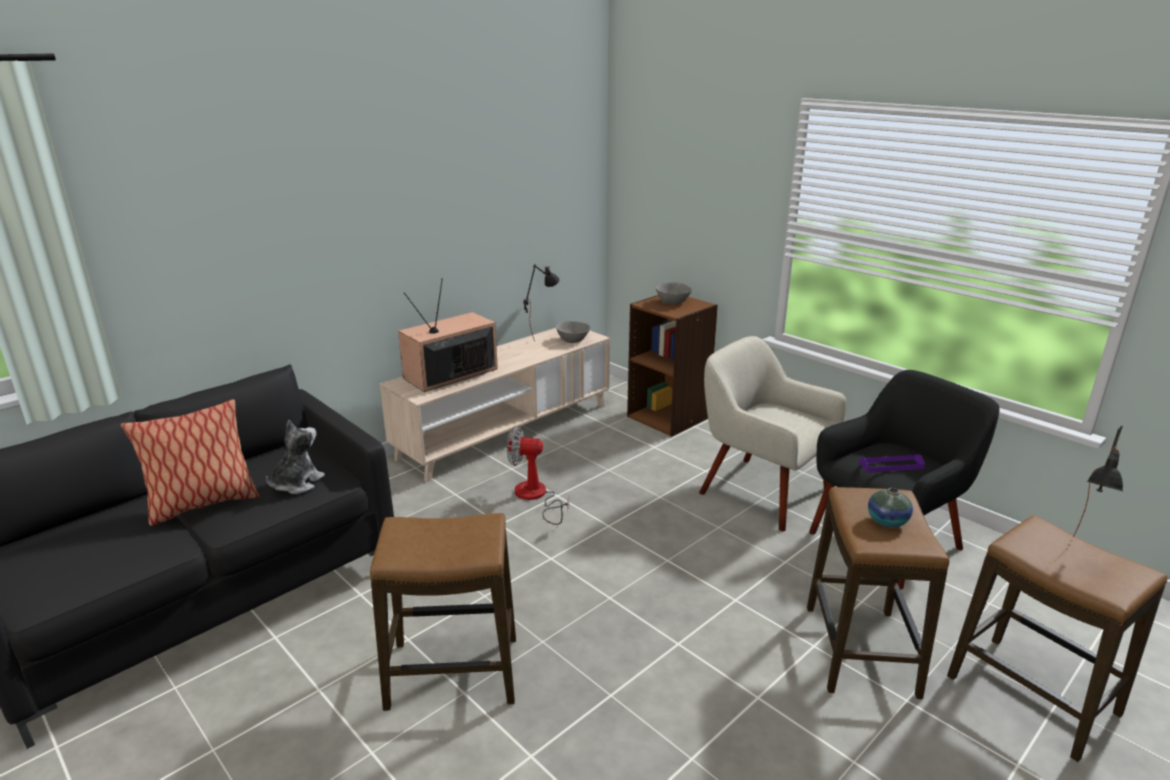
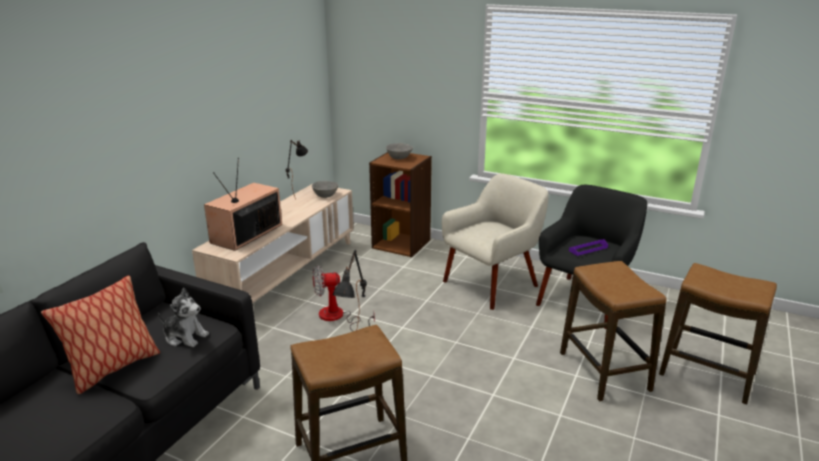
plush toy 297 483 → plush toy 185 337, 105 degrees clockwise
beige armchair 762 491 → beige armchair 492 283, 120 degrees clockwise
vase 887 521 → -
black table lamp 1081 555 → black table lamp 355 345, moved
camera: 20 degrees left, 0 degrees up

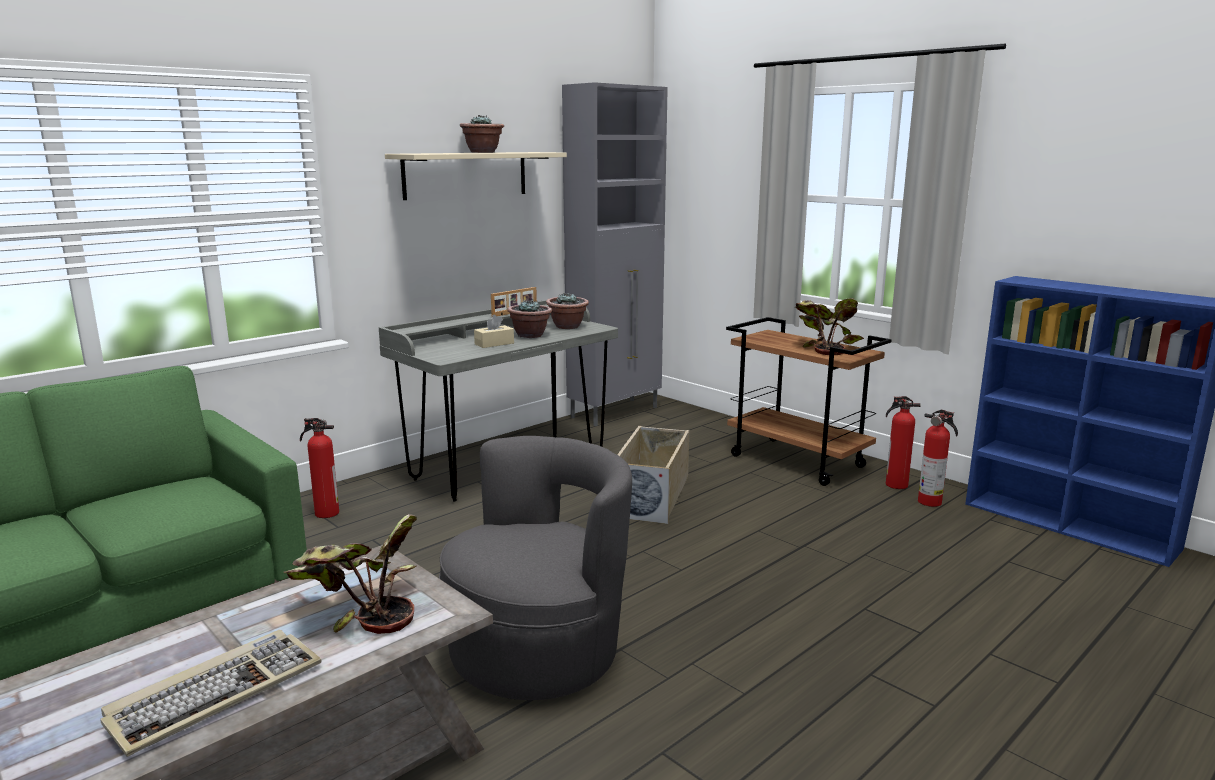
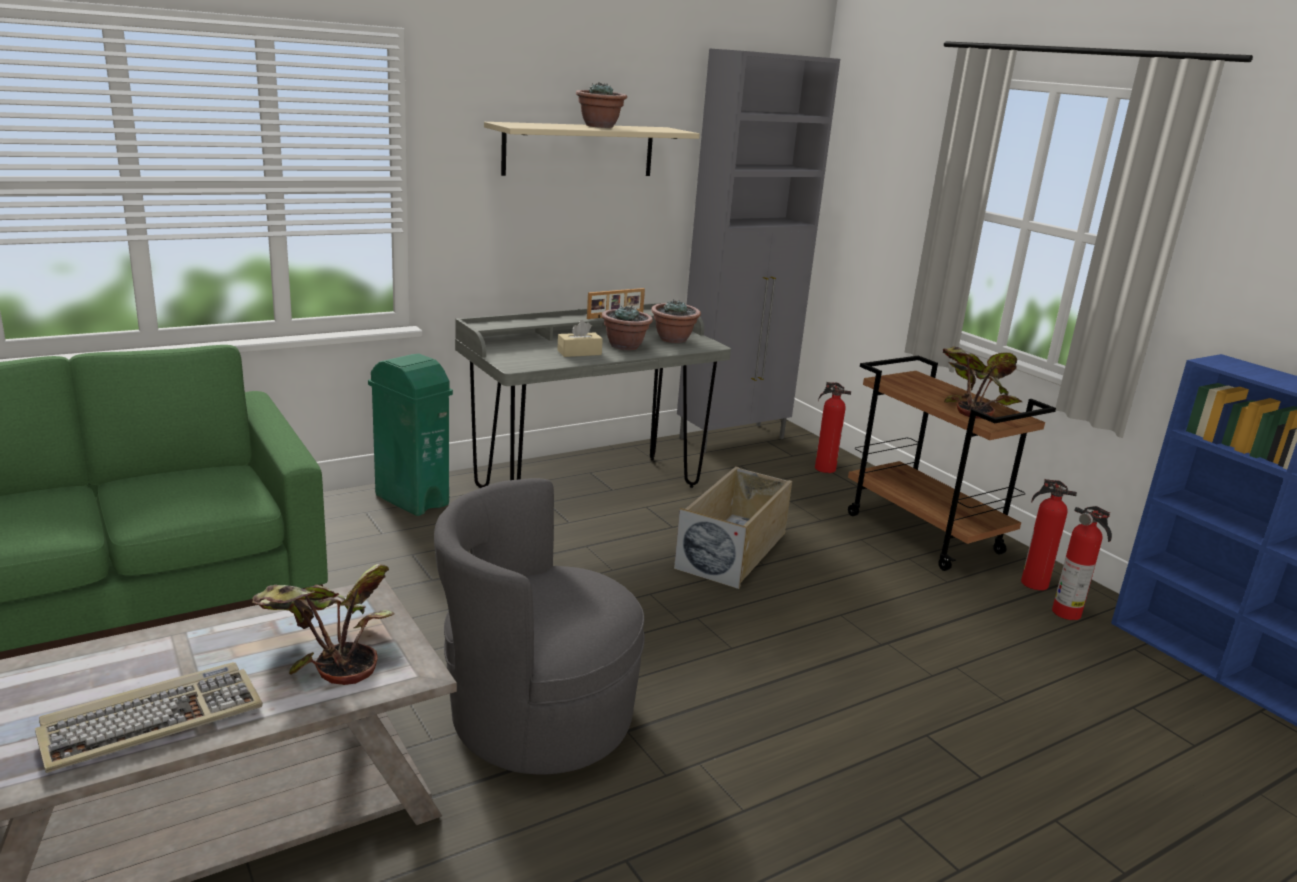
fire extinguisher 325 513 → fire extinguisher 823 468, moved
grey armchair 537 652 → grey armchair 537 717, 150 degrees counterclockwise
- → green trash can 411 500
camera: 10 degrees right, 5 degrees up

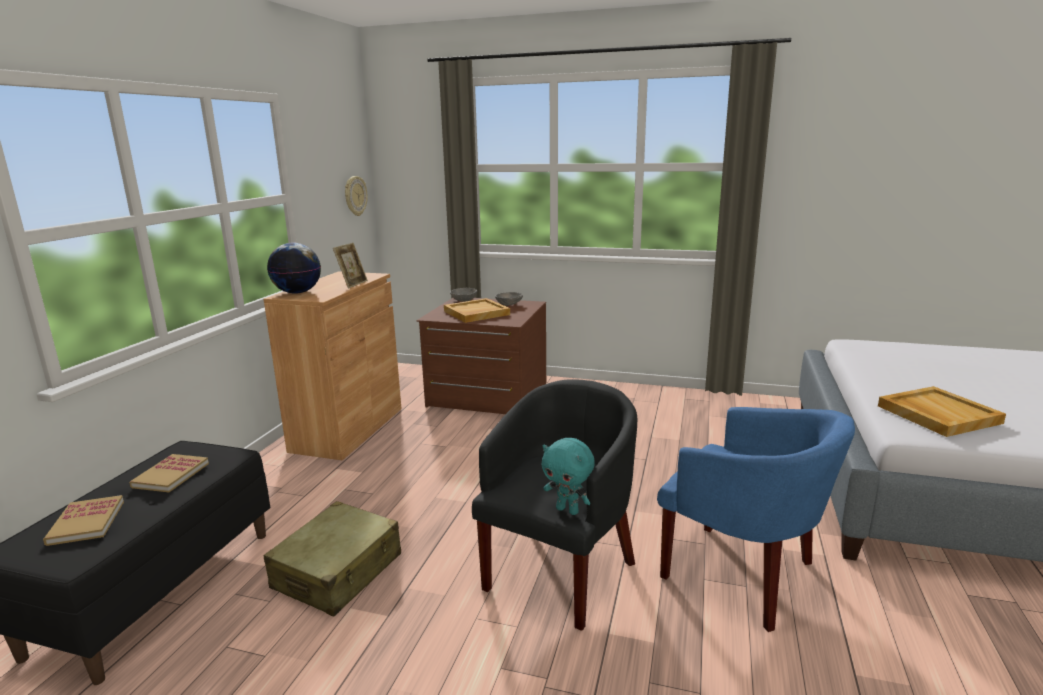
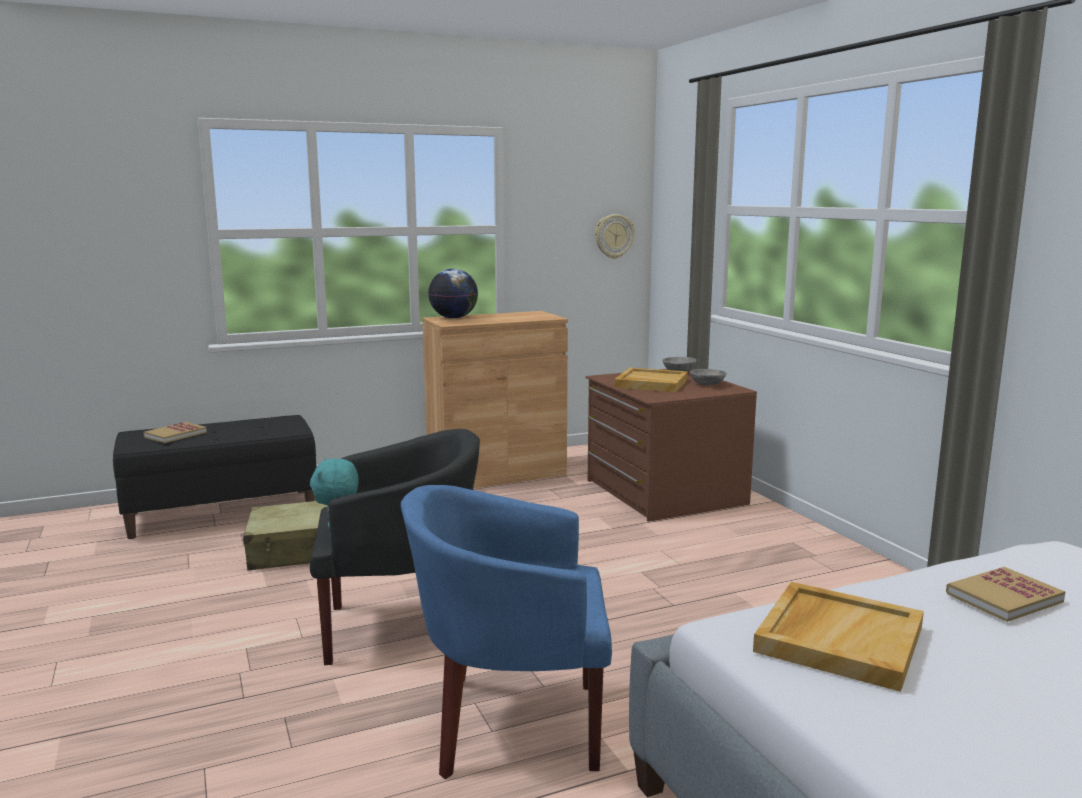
book 171 475 → book 1004 597, moved
picture frame 352 284 → -
blue armchair 743 575 → blue armchair 511 724, 90 degrees clockwise
camera: 50 degrees right, 5 degrees down

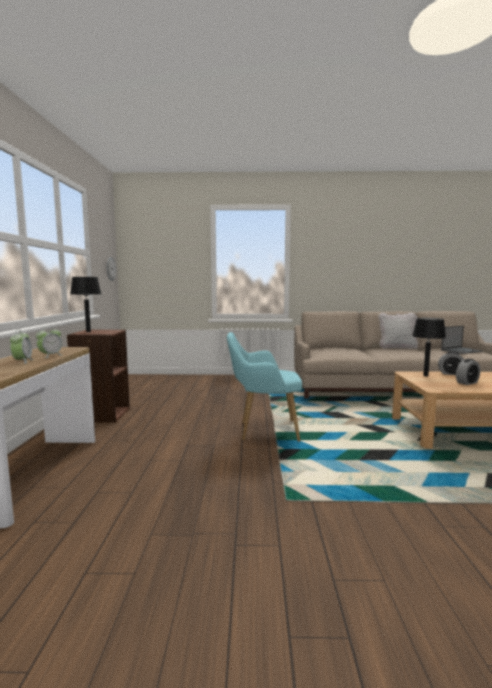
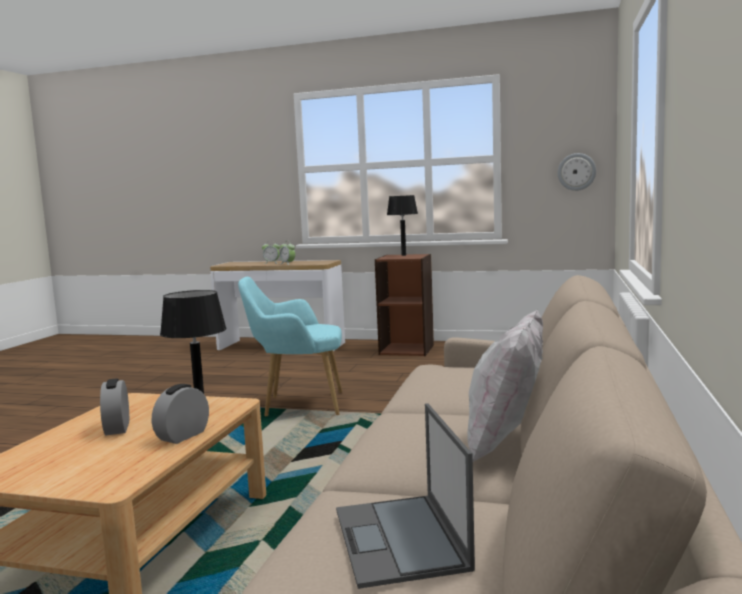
turquoise armchair 264 430 → turquoise armchair 298 405, 105 degrees counterclockwise
camera: 105 degrees right, 0 degrees up

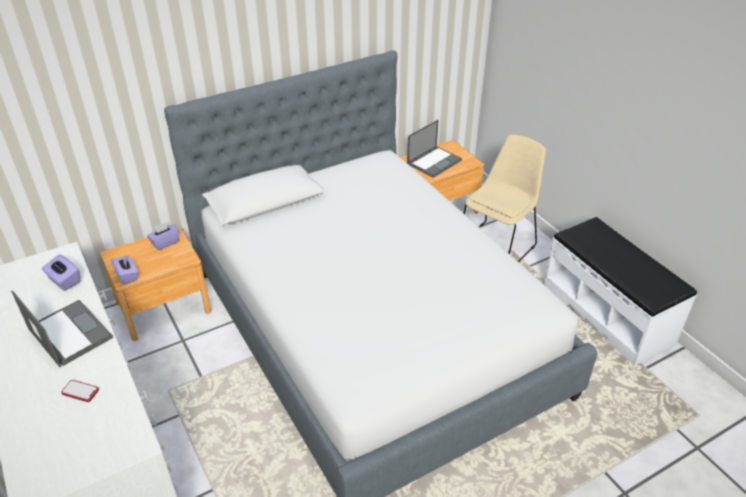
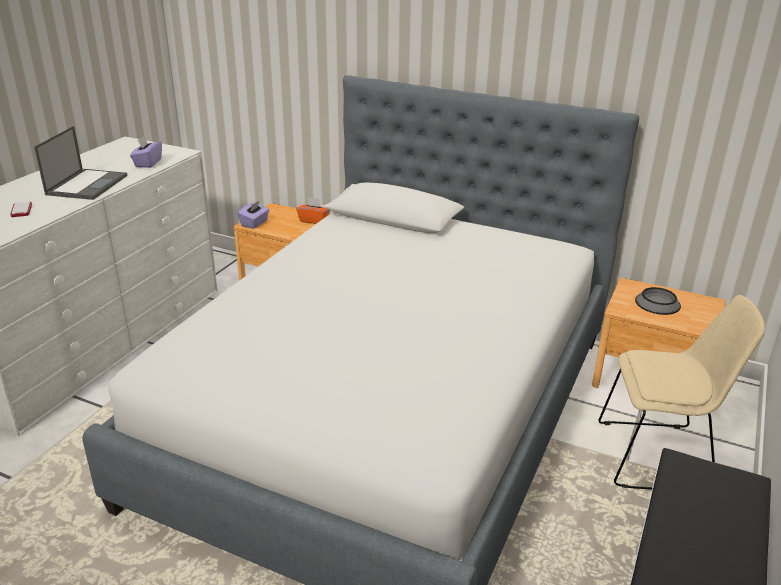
purple tissue box 165 242 → orange tissue box 313 220
laptop 434 161 → bowl 657 303
camera: 55 degrees right, 10 degrees down

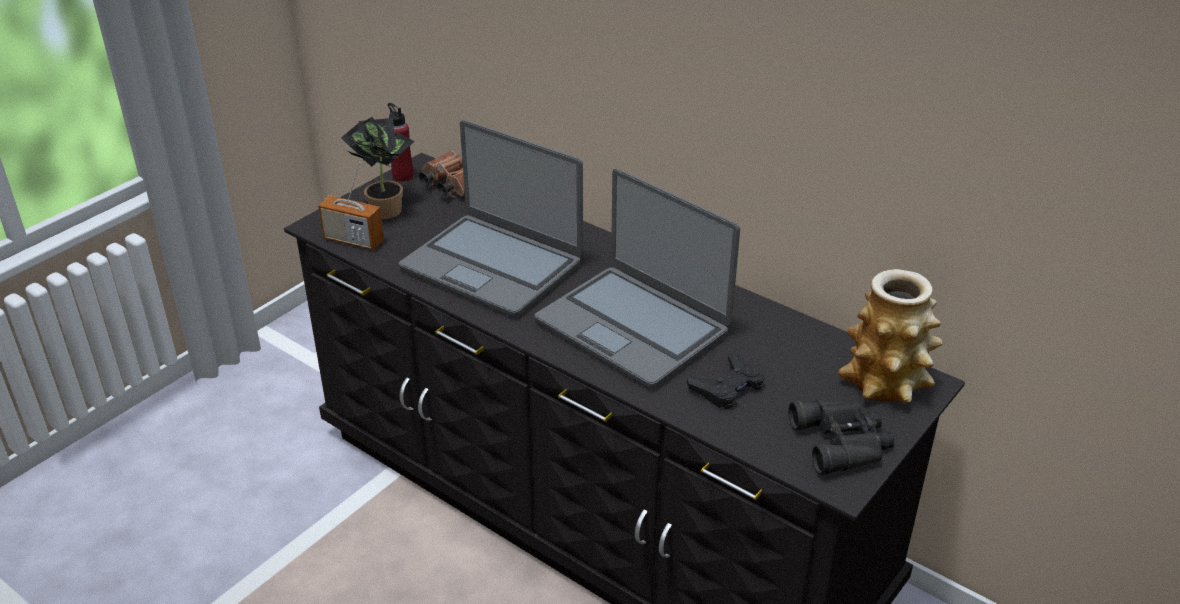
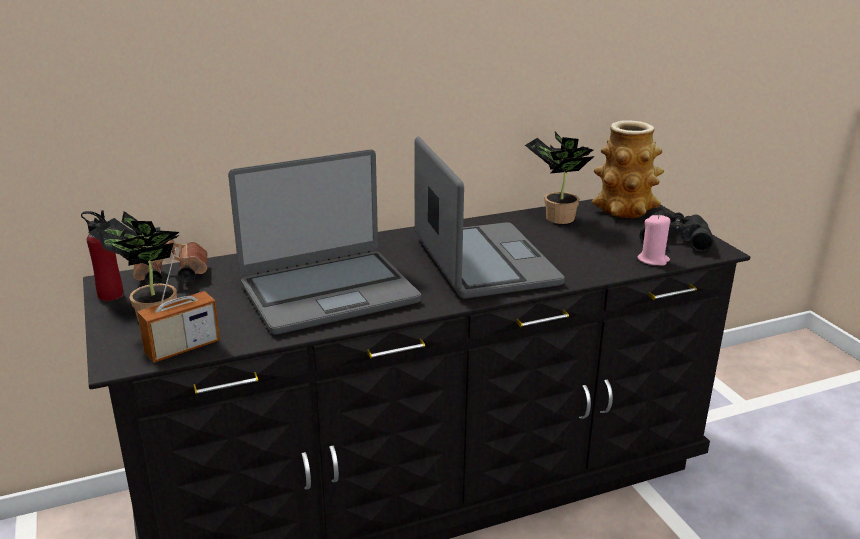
laptop 633 327 → laptop 483 262, 90 degrees counterclockwise
black game controller 727 387 → -
- → potted plant 555 217
- → pink candle 653 260
camera: 60 degrees left, 10 degrees down

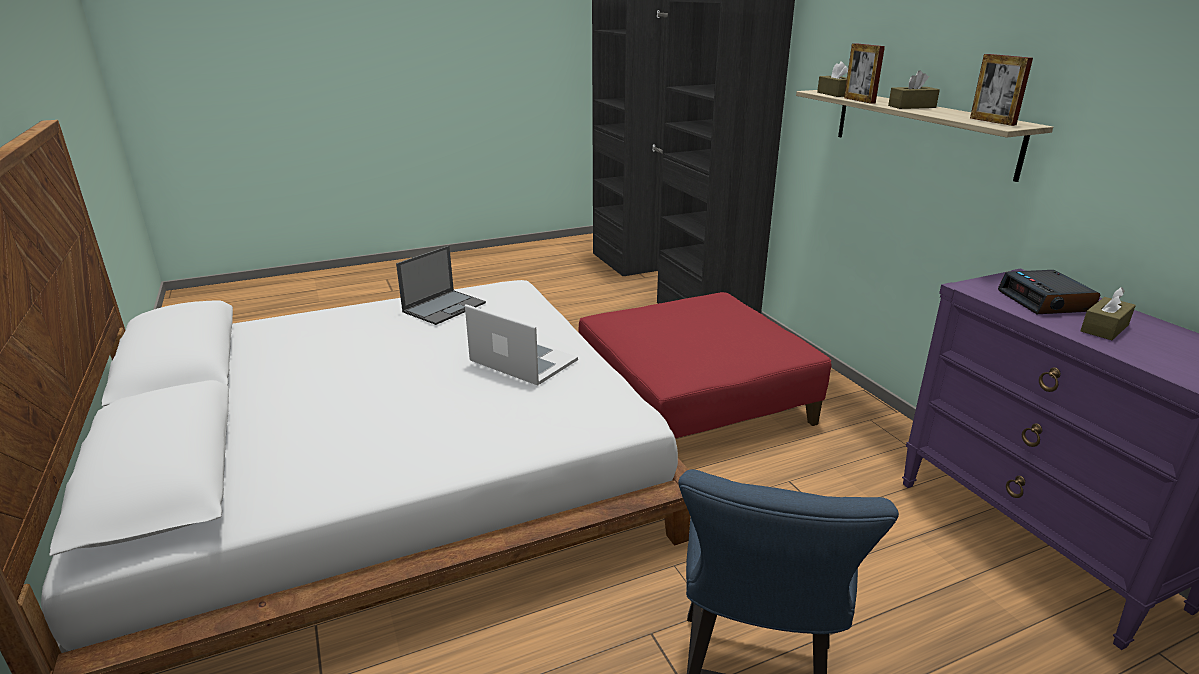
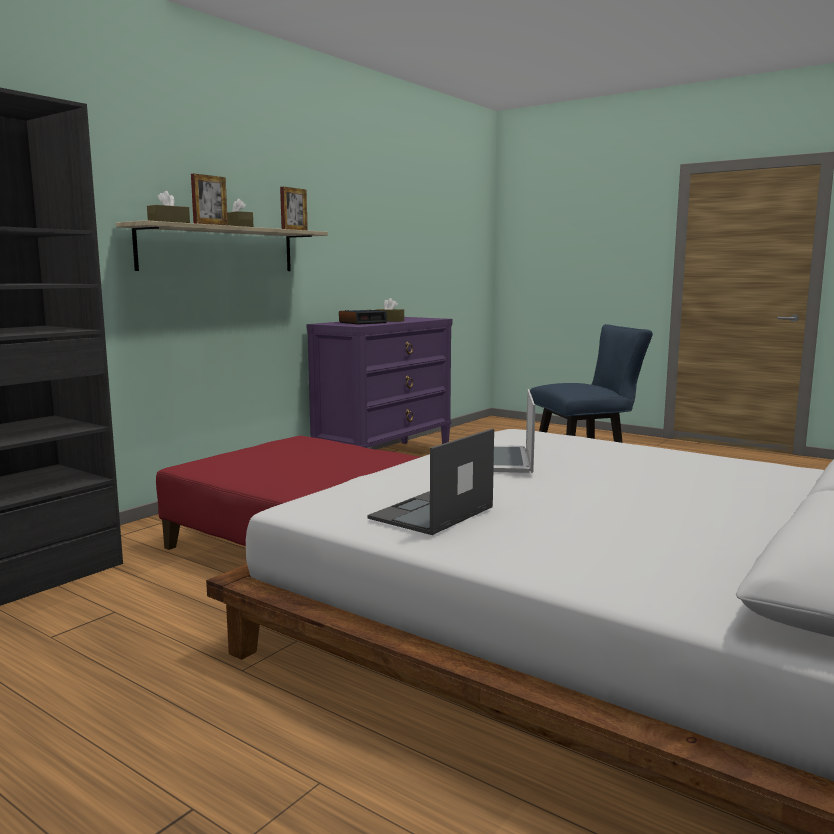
laptop 445 307 → laptop 431 513, 60 degrees counterclockwise
camera: 120 degrees left, 15 degrees down

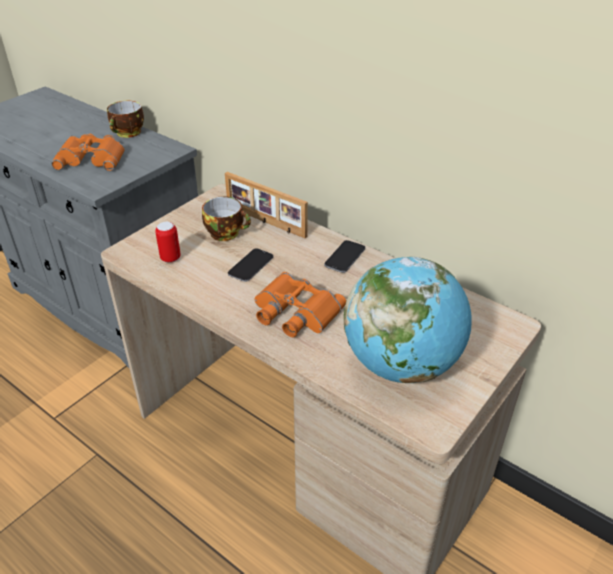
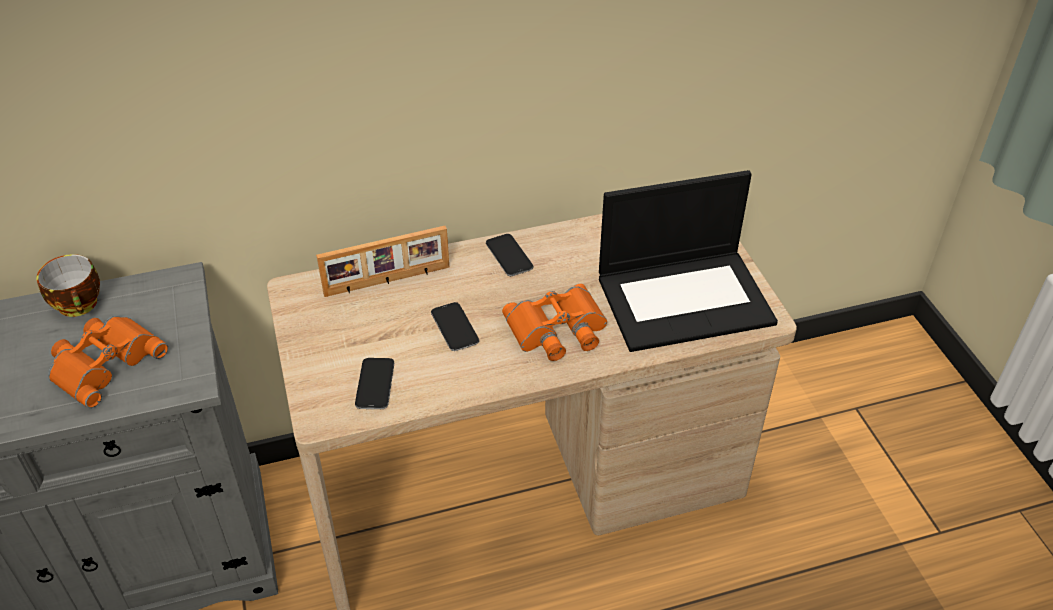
can 170 258 → phone 375 384
cup 227 233 → -
globe 401 364 → laptop 686 298
camera: 55 degrees left, 5 degrees up

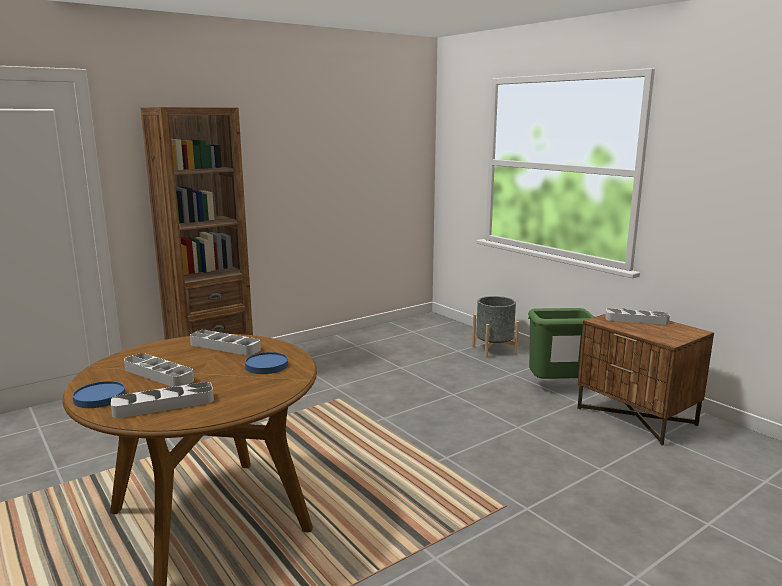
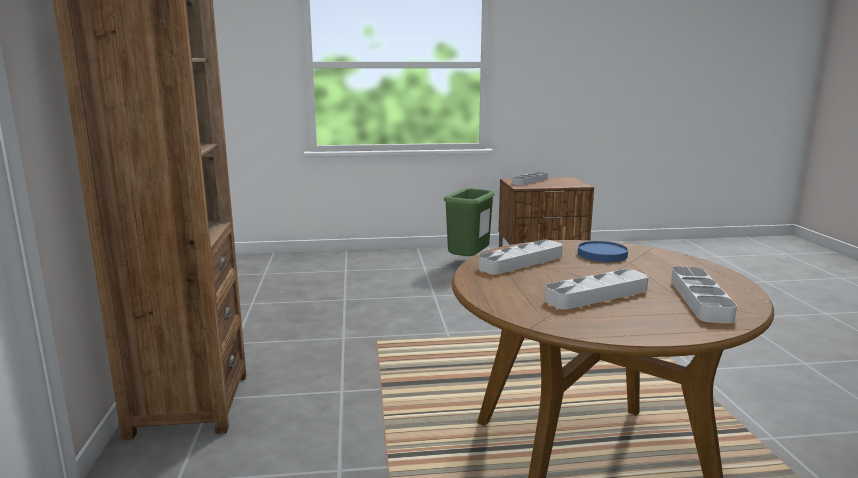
blue plate 100 397 → -
grey planter 494 350 → -
camera: 60 degrees left, 0 degrees up

